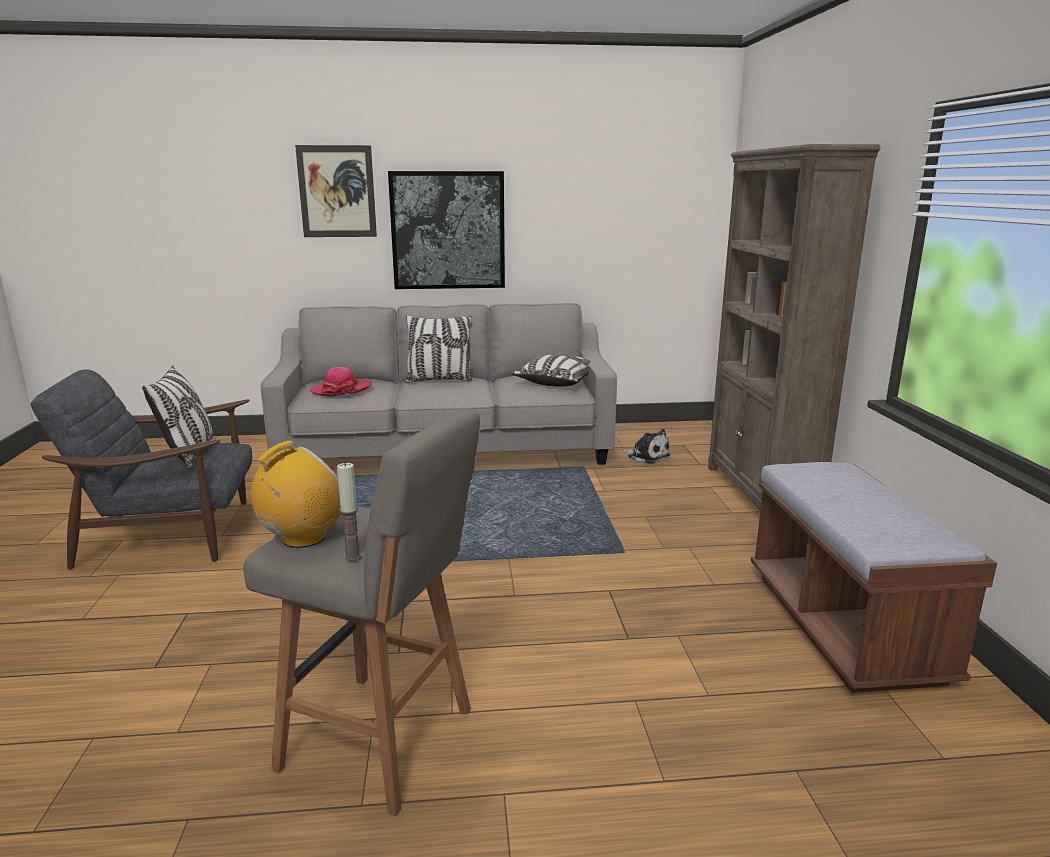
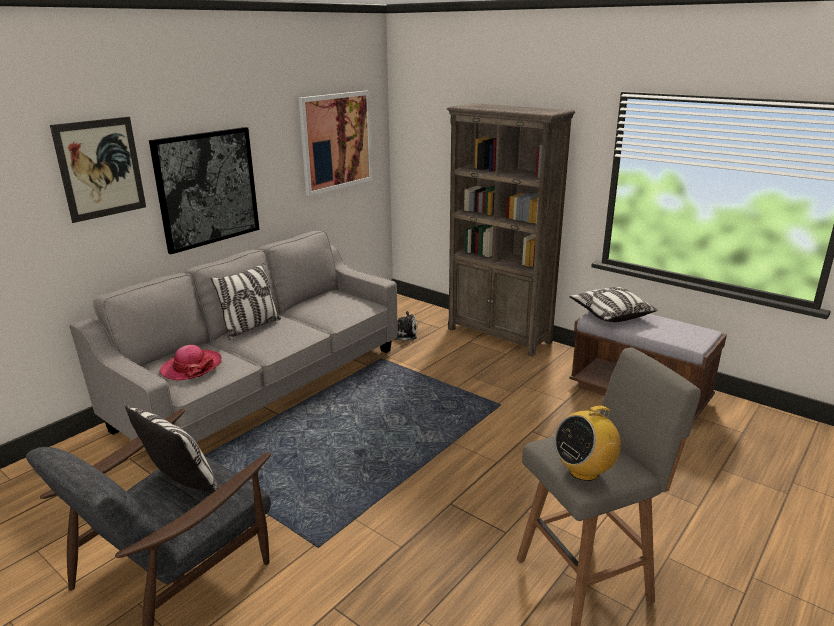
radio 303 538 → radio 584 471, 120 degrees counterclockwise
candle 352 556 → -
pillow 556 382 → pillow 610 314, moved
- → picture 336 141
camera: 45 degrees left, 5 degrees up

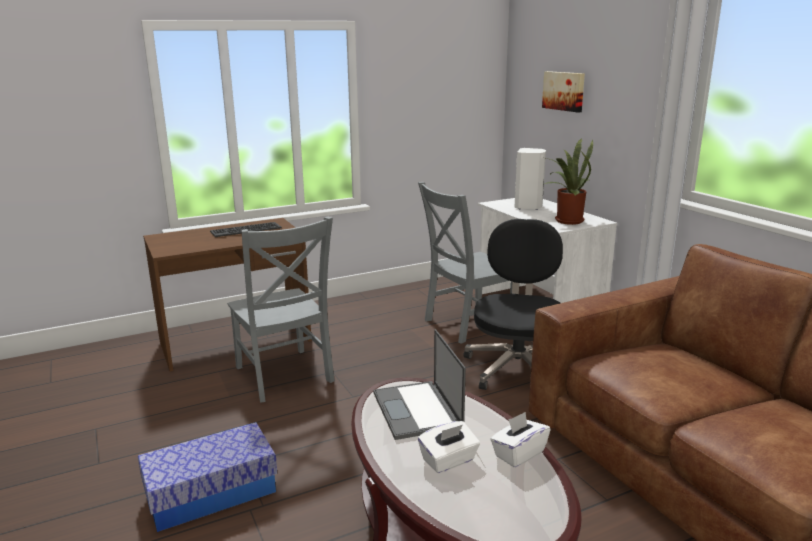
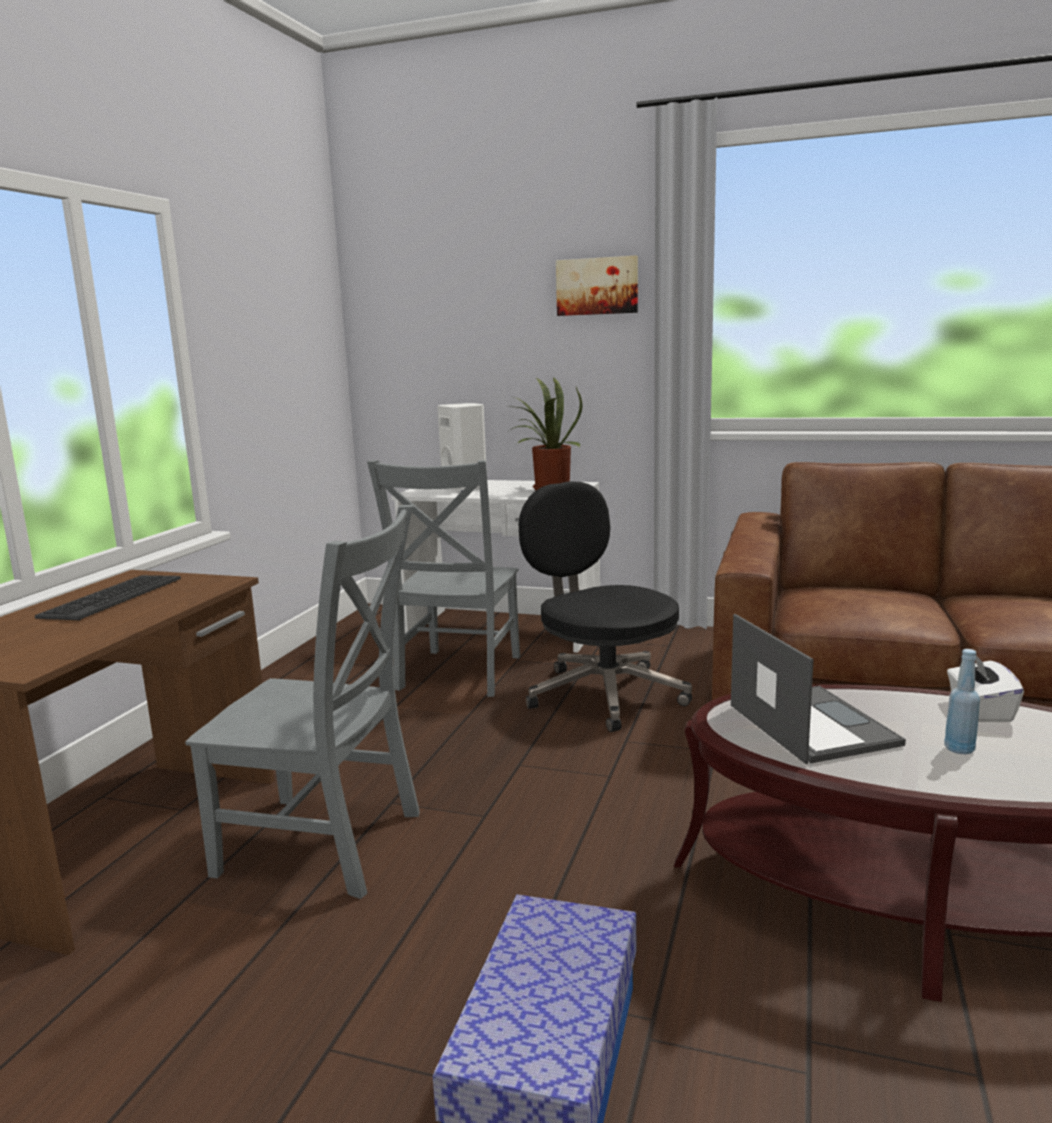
laptop 417 410 → laptop 810 724, 135 degrees counterclockwise
white tissue box 449 461 → blue bottle 959 749
picture 564 91 → picture 597 286, moved
camera: 45 degrees left, 5 degrees down

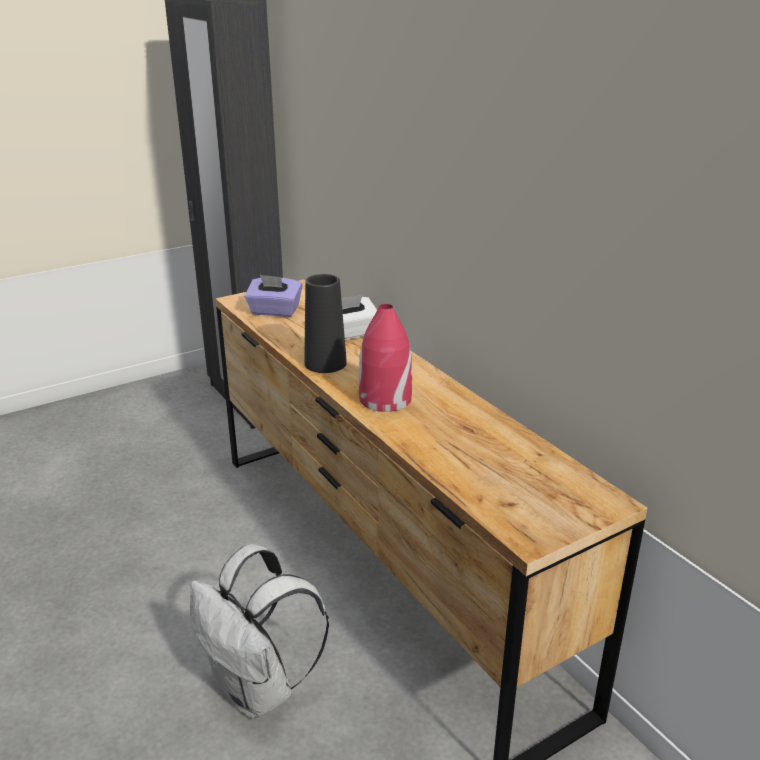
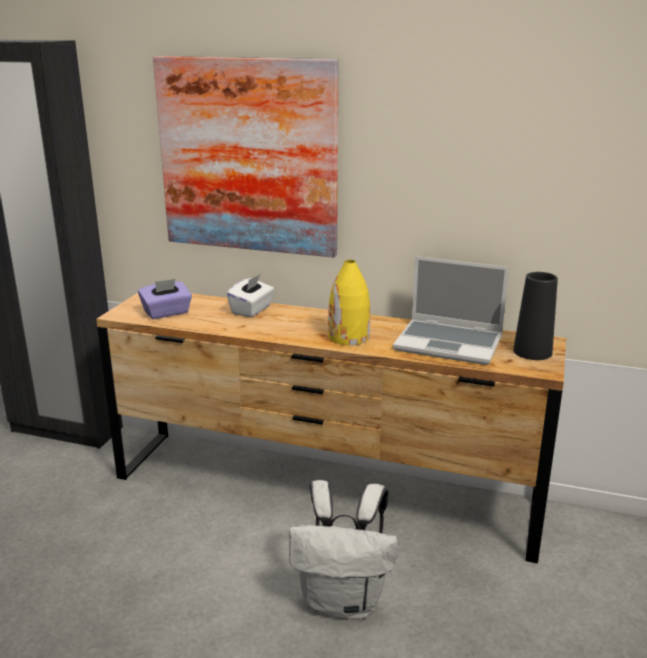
black vase 325 363 → black vase 532 352, moved
red vase 384 399 → yellow vase 348 337
- → picture 248 157
- → laptop 450 343
camera: 40 degrees left, 5 degrees down

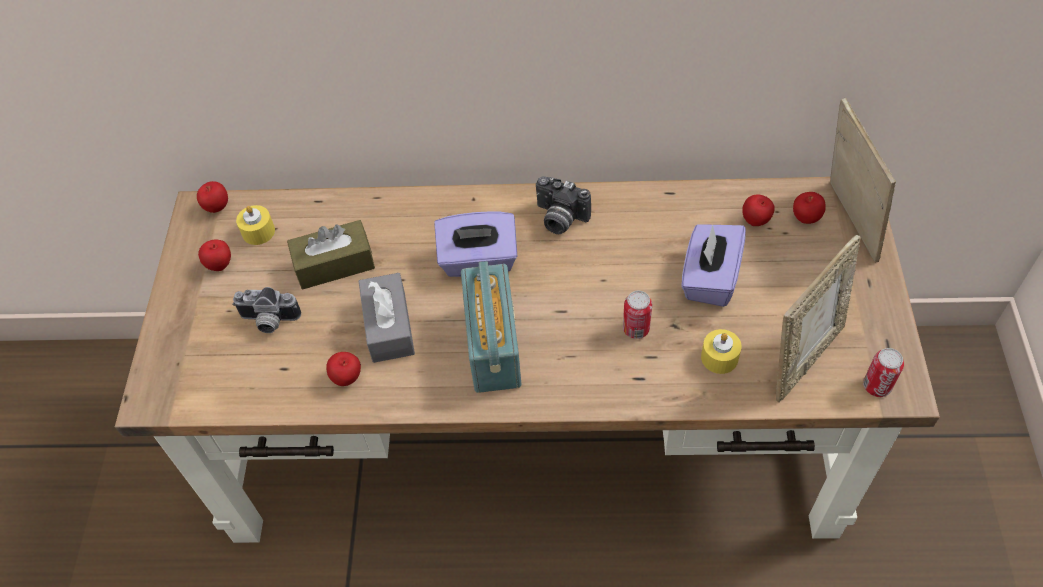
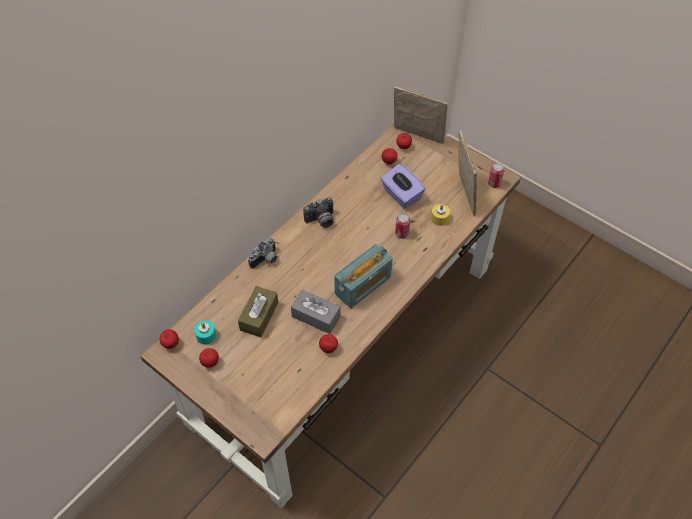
photo camera 268 322 → photo camera 266 260, moved
yellow candle 258 231 → turquoise candle 206 335
purple tissue box 478 261 → -
radio 493 345 → radio 363 285, 105 degrees clockwise
camera: 55 degrees left, 0 degrees up

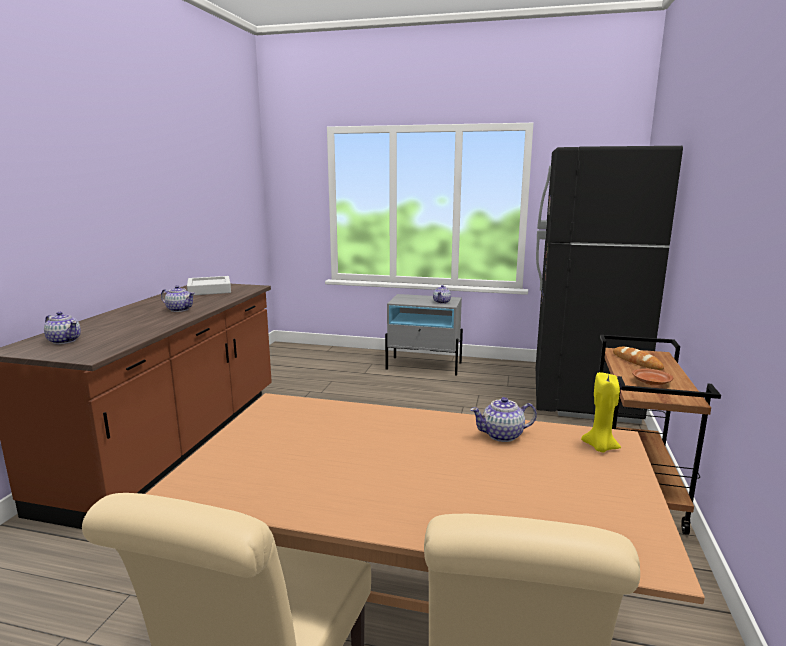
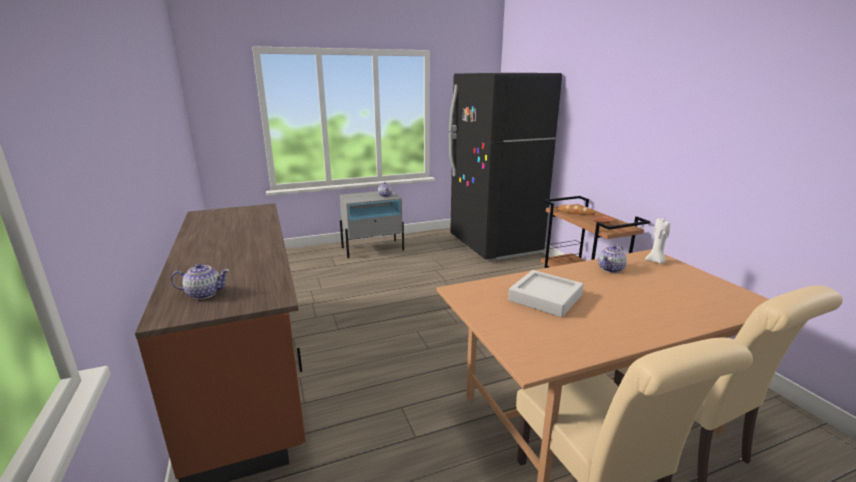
teapot 179 309 → -
grey tray 209 290 → grey tray 545 298, moved
yellow candle 600 447 → white candle 656 261
camera: 35 degrees left, 5 degrees up

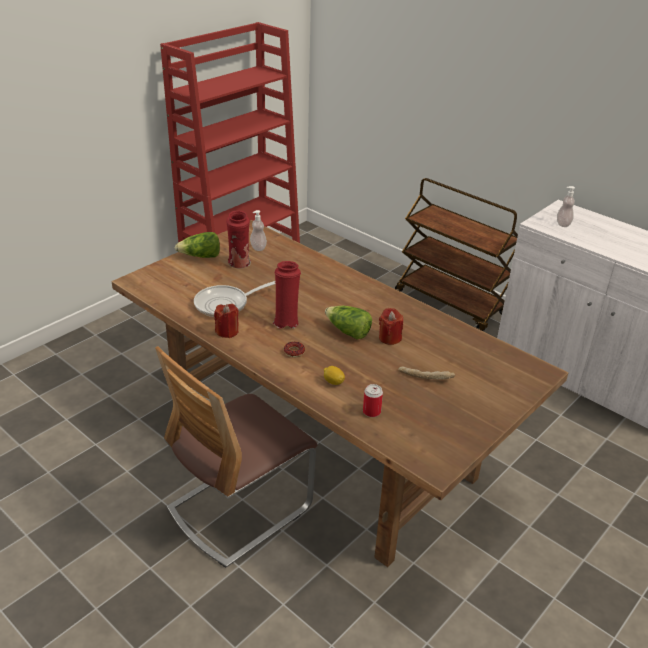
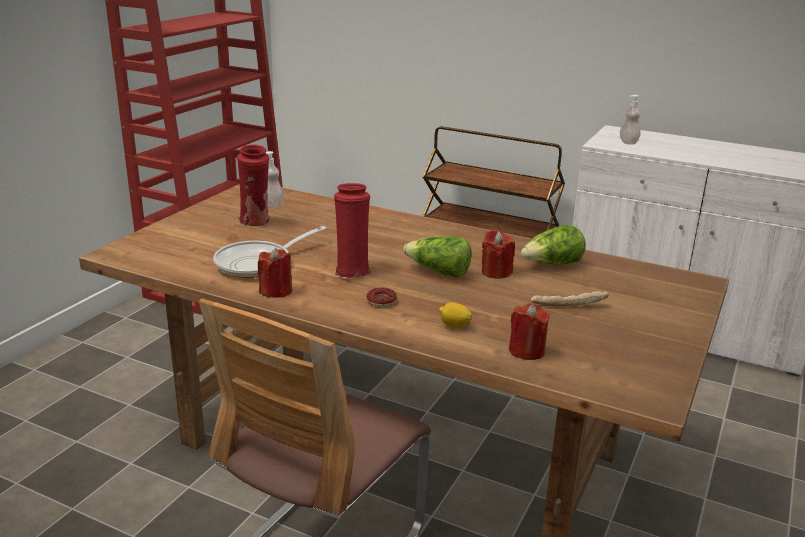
lettuce 200 256 → lettuce 552 264, moved
can 371 412 → red candle 526 351
camera: 15 degrees left, 10 degrees down

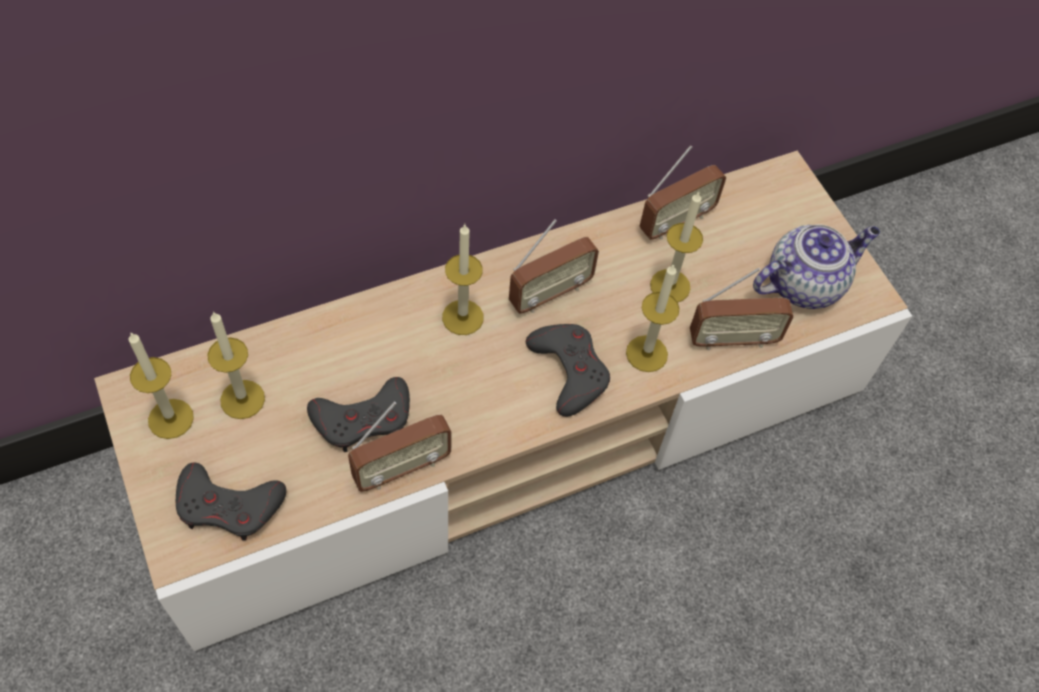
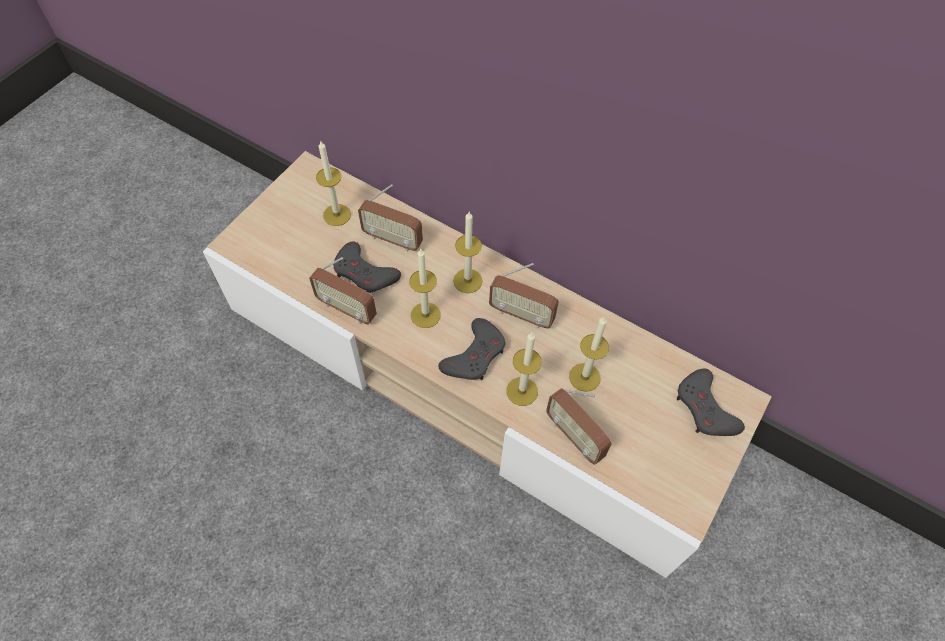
candle 170 418 → candle 425 315, moved
grey game controller 229 505 → grey game controller 705 408, moved
radio 676 222 → radio 393 239, moved
teapot 804 283 → -
camera: 60 degrees right, 0 degrees up

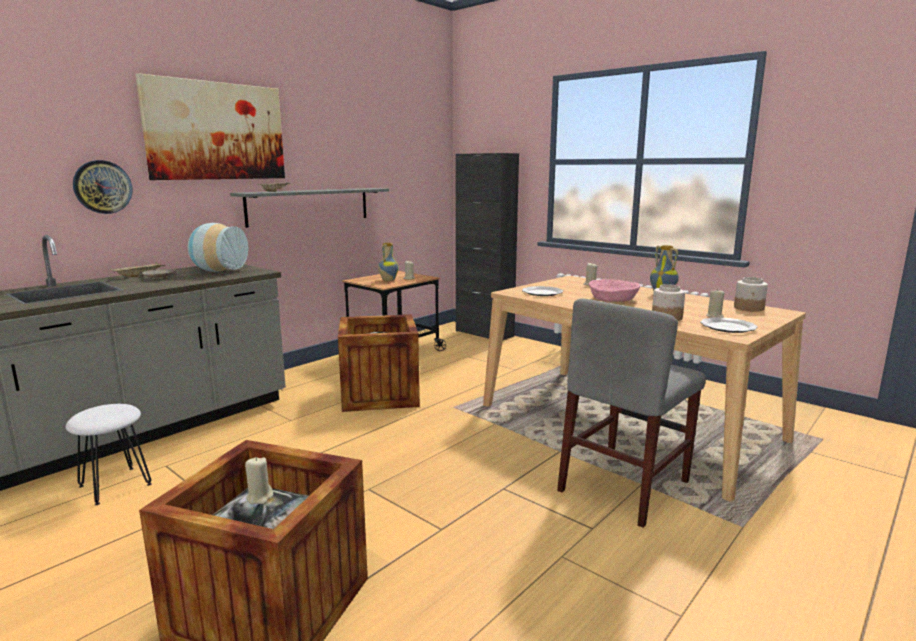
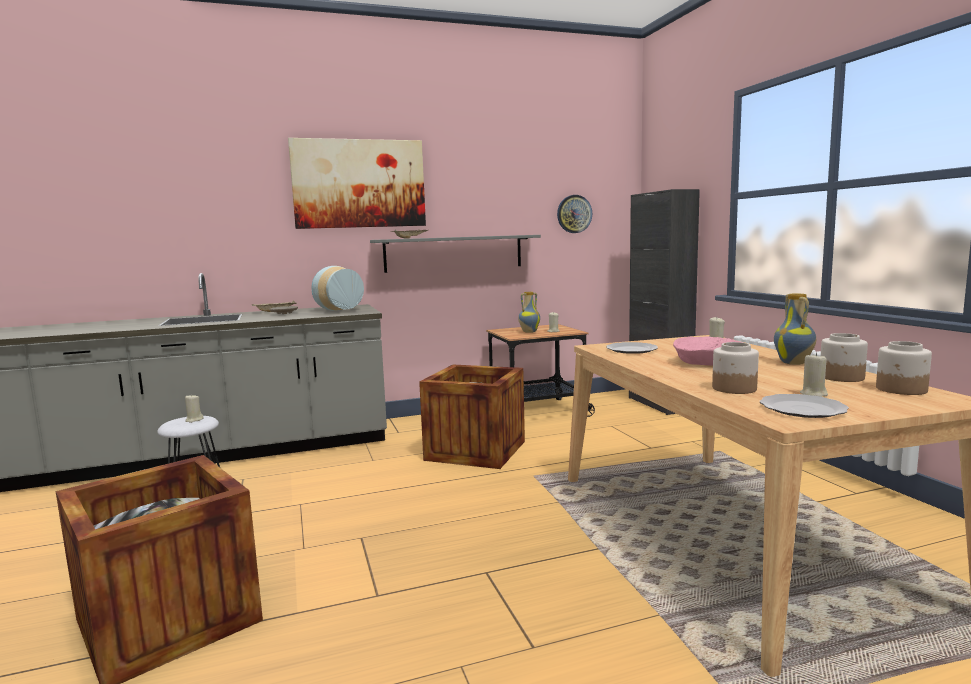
wall clock 102 187 → wall clock 574 214, moved
beige candle 260 497 → beige candle 194 420, moved
grey chair 624 486 → -
- → jar 842 377
camera: 30 degrees right, 5 degrees down

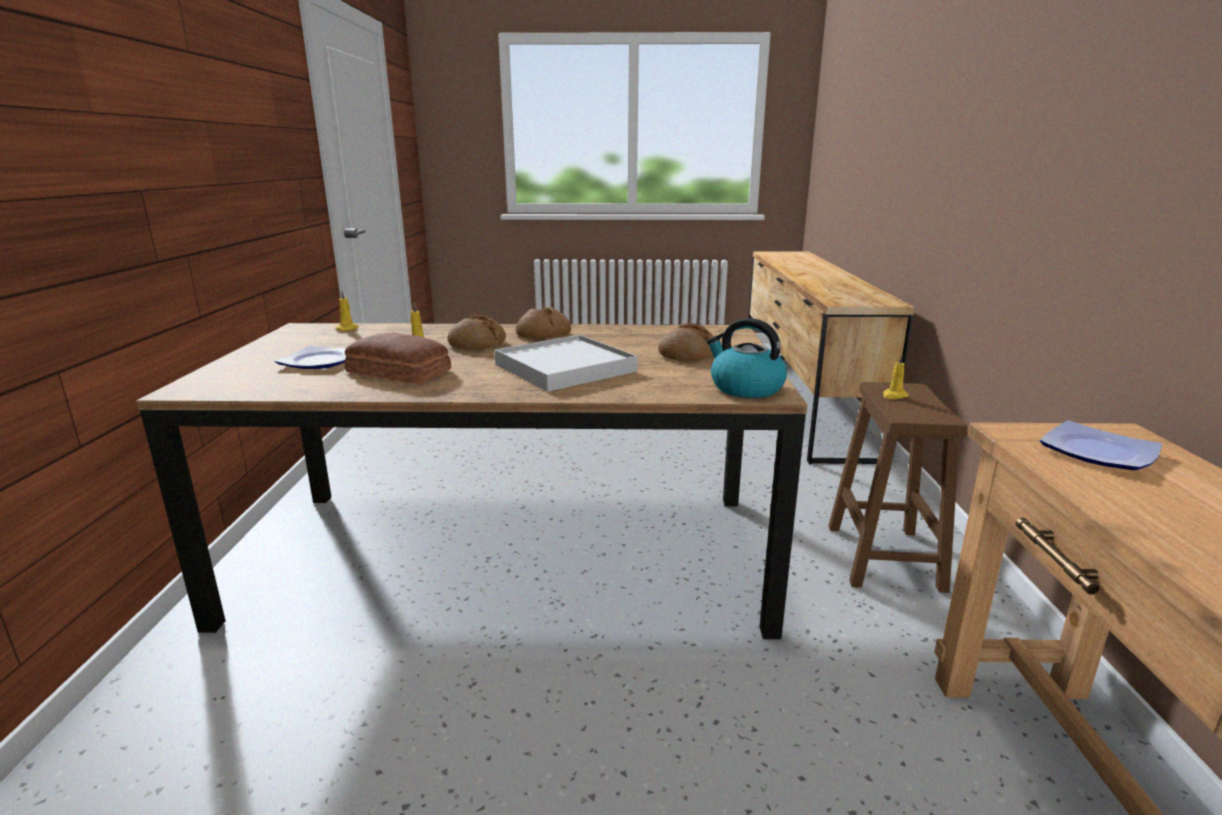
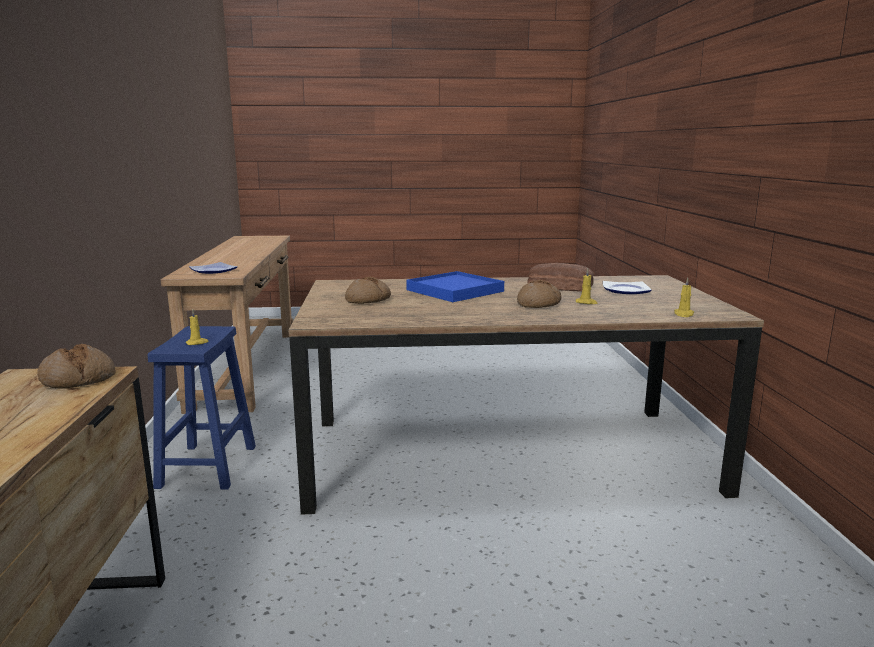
white tray 565 368 → blue tray 455 291
bread 543 335 → bread 78 379, moved
kettle 745 388 → -
brown stool 885 558 → blue stool 208 465
camera: 175 degrees right, 5 degrees down

